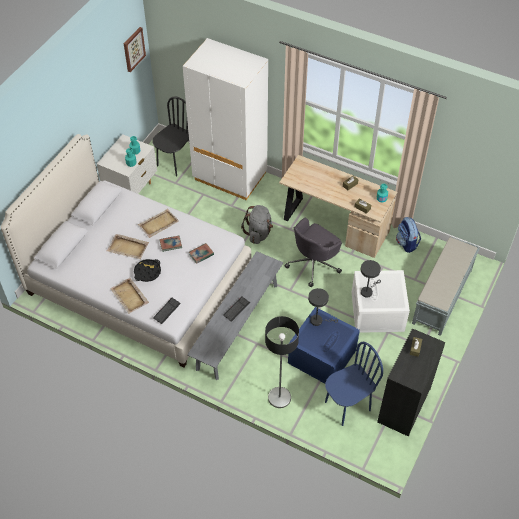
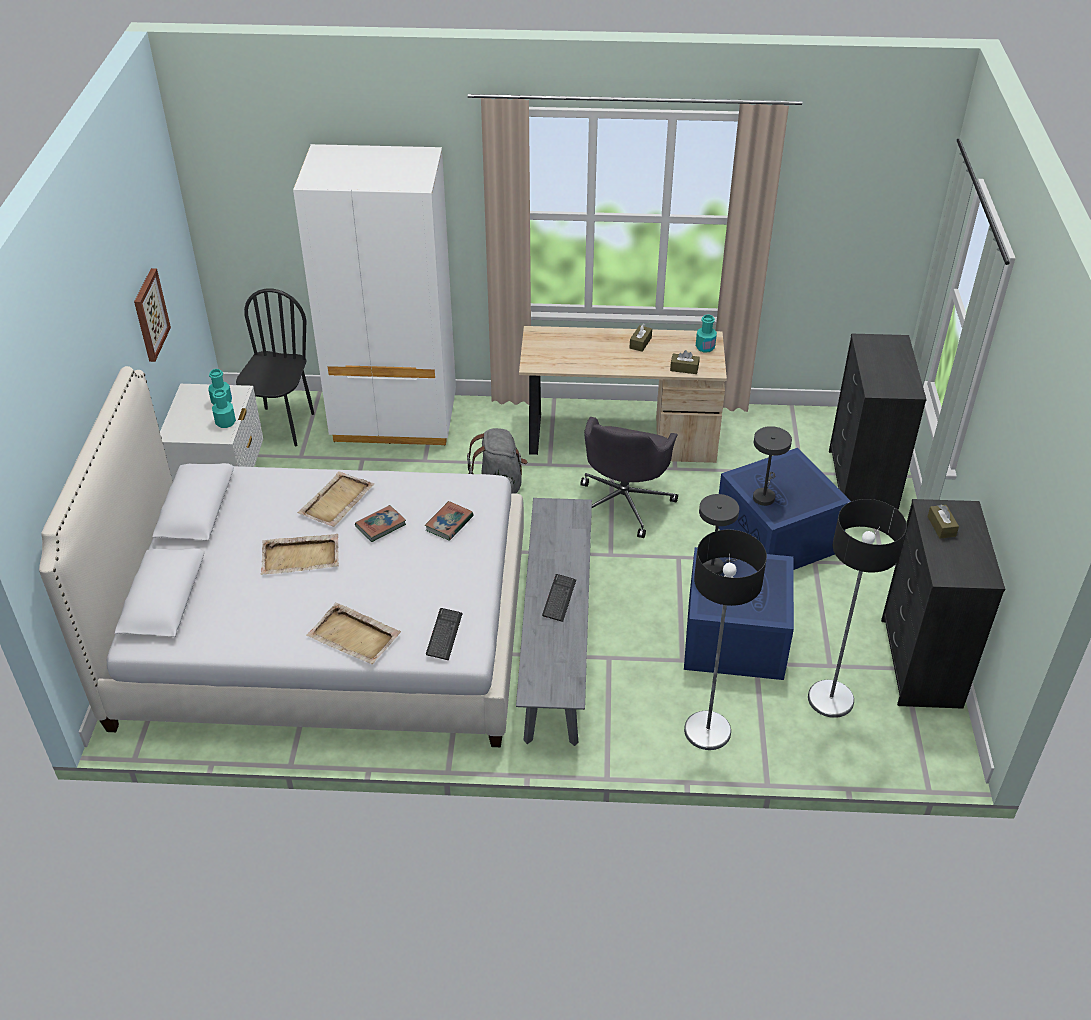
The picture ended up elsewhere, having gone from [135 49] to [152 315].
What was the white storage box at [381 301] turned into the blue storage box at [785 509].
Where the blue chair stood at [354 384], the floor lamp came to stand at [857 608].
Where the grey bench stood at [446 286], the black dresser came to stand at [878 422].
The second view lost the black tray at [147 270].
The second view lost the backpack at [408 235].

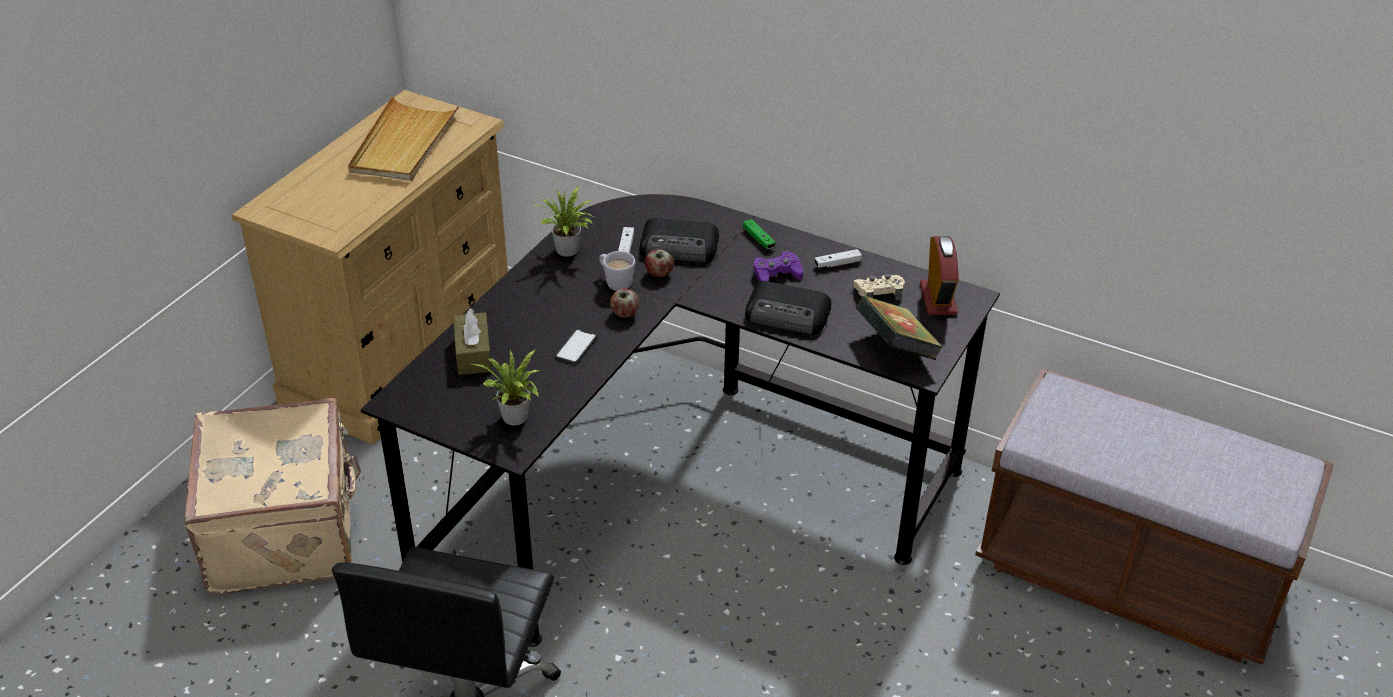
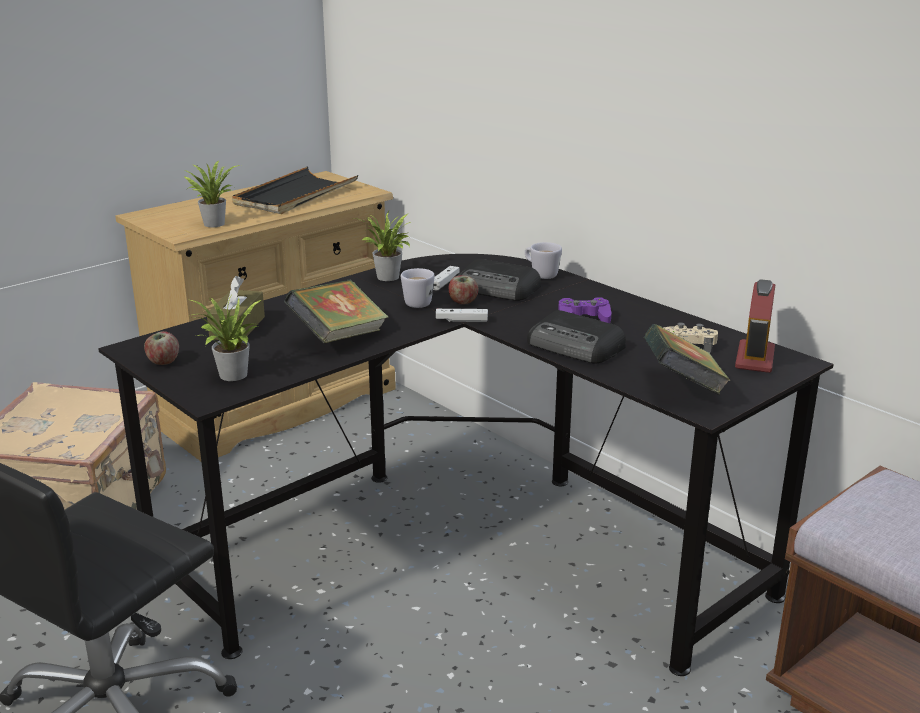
The apple ended up elsewhere, having gone from [624 303] to [161 348].
The second view gained the potted plant at [212 194].
What was the beige tray at [404 138] turned into the black tray at [295 190].
Where the phone stood at [576 346], the book came to stand at [336 311].
The white game controller ended up elsewhere, having gone from [838 258] to [462 315].
The second view gained the white mug at [543 260].
The second view lost the green game controller at [759 234].

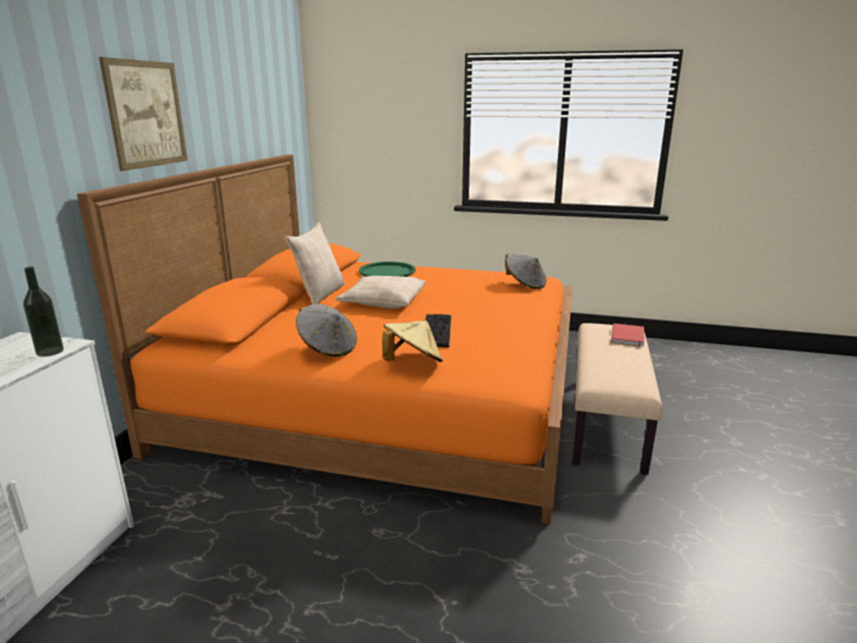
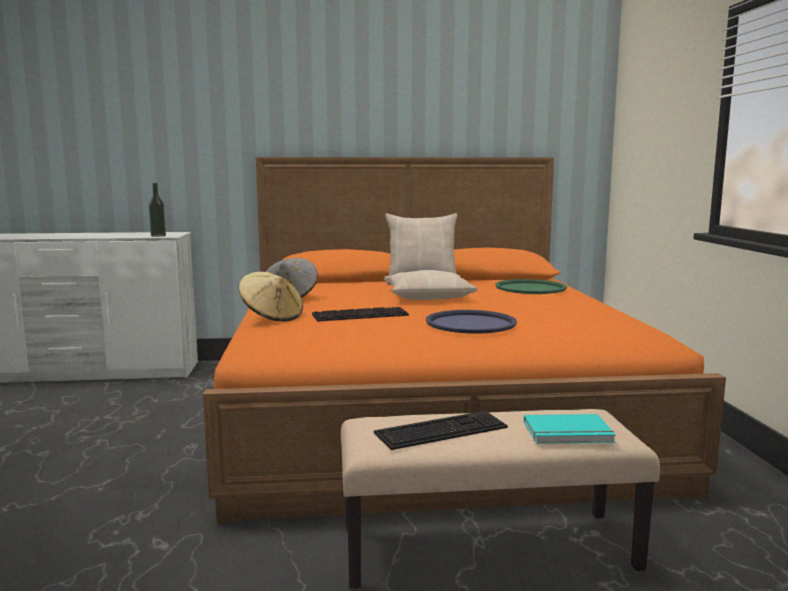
The second view gained the keyboard at [441 430].
The second view gained the blue tray at [471 321].
What was the red book at [628 335] turned into the turquoise book at [570 429].
The second view lost the picture at [143 114].
The second view lost the grey hat at [526 270].

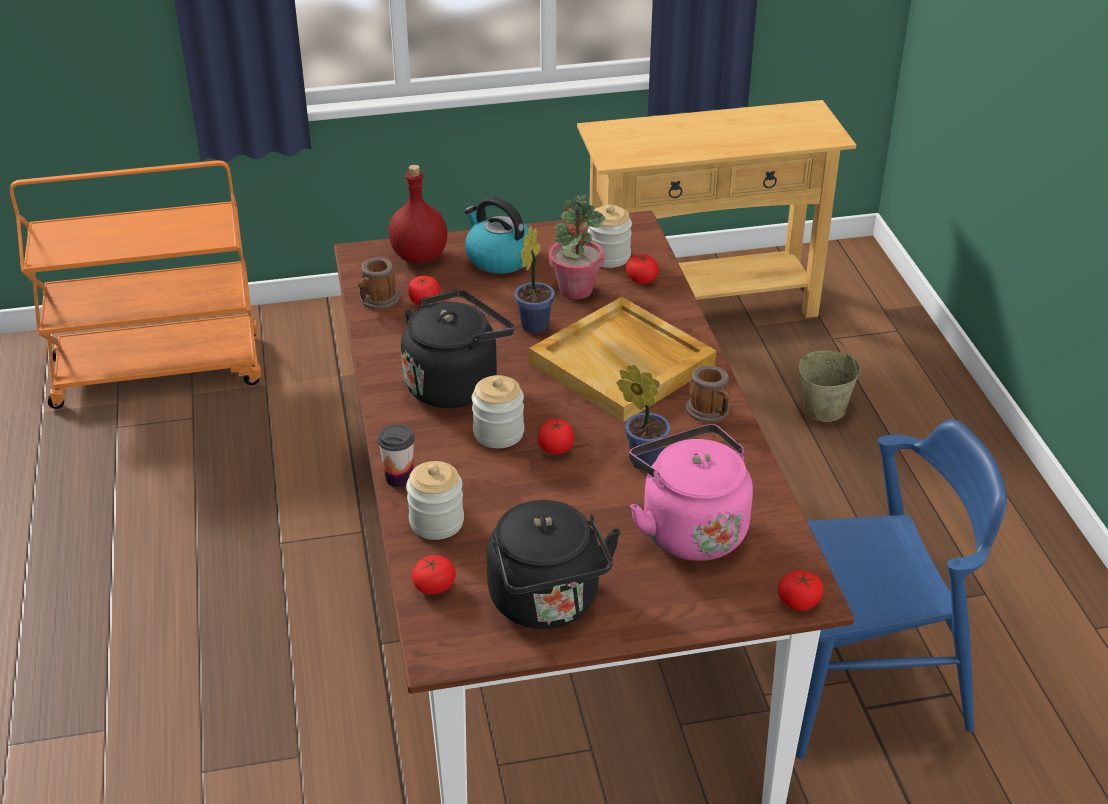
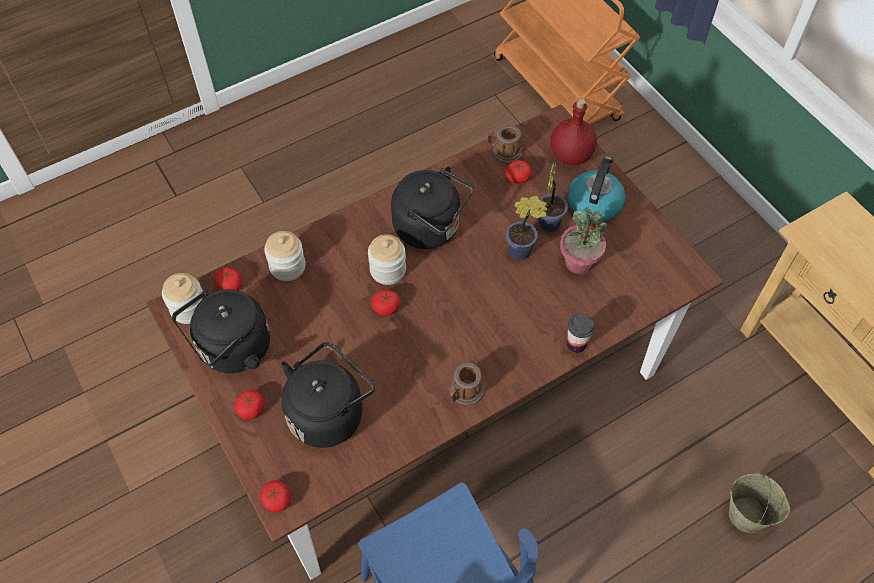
The jar ended up elsewhere, having gone from [610 236] to [182 298].
The tomato ended up elsewhere, having gone from [642 269] to [249 404].
What was the pink kettle at [691 492] turned into the black kettle at [328 395].
The potted plant ended up elsewhere, having gone from [643 417] to [553 197].
The cup ended up elsewhere, having gone from [396 455] to [581 333].
The second view lost the beige tray at [623 360].

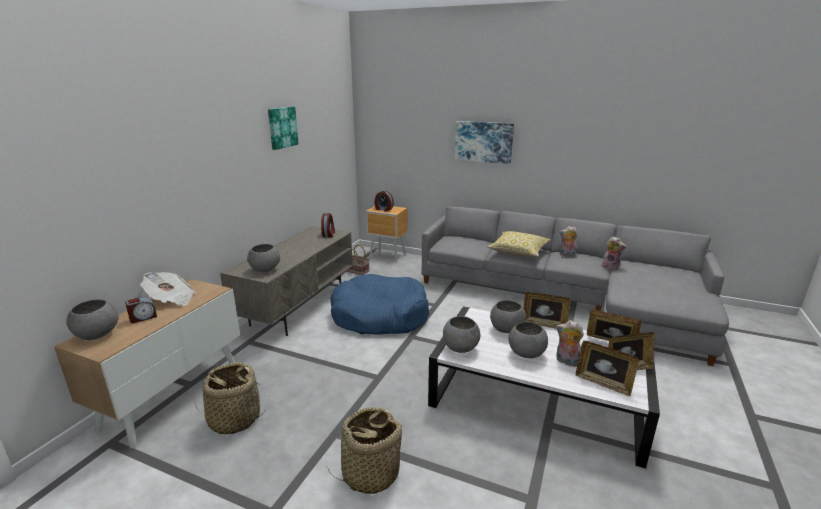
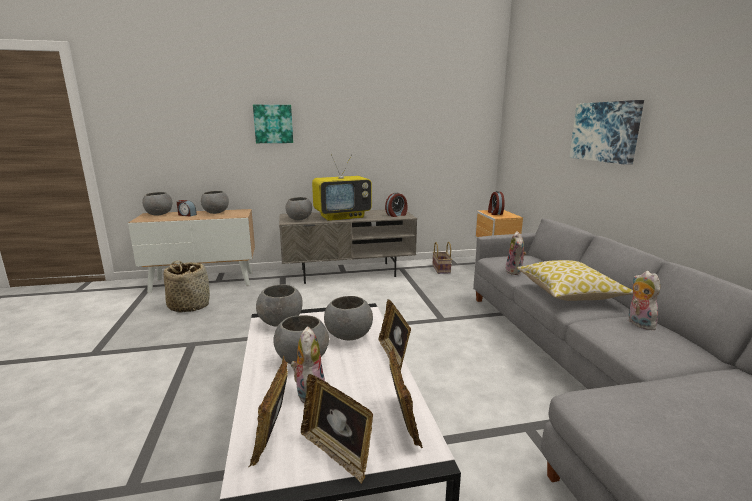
Where the newspaper stood at [167 289], the grey bowl came to stand at [215 202].
The picture ended up elsewhere, having gone from [283 128] to [273 124].
The second view gained the television at [342 187].
The plush toy ended up elsewhere, having gone from [614 253] to [516 253].
The second view lost the basket at [365 450].
The second view lost the blue dog bed at [379 304].

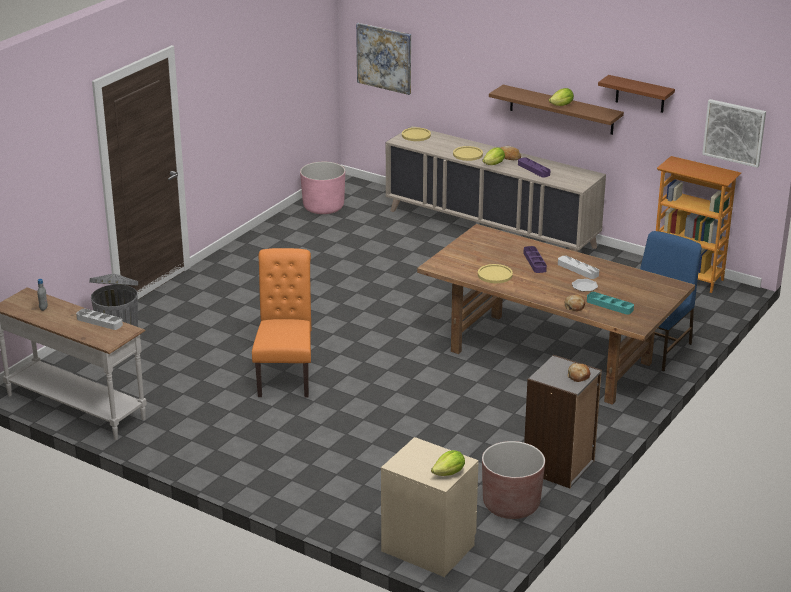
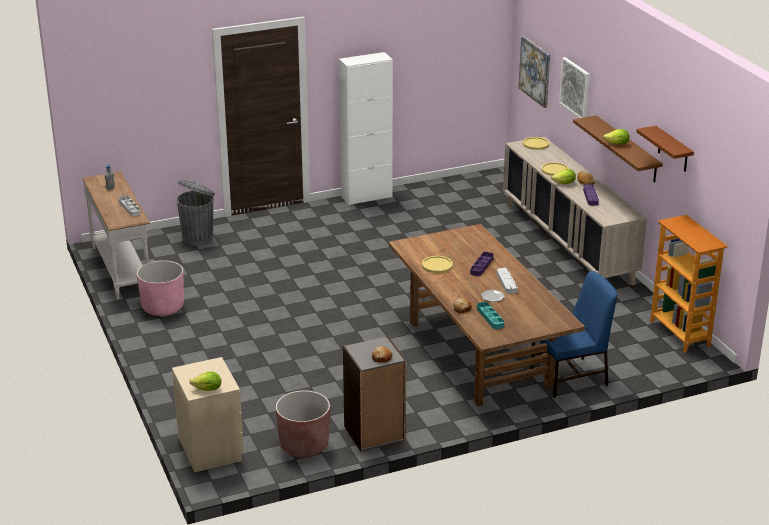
The pink planter ended up elsewhere, having gone from [322 188] to [160 288].
The second view gained the white cabinet at [366 128].
The picture ended up elsewhere, having gone from [734 133] to [574 87].
The second view lost the orange chair at [281 323].

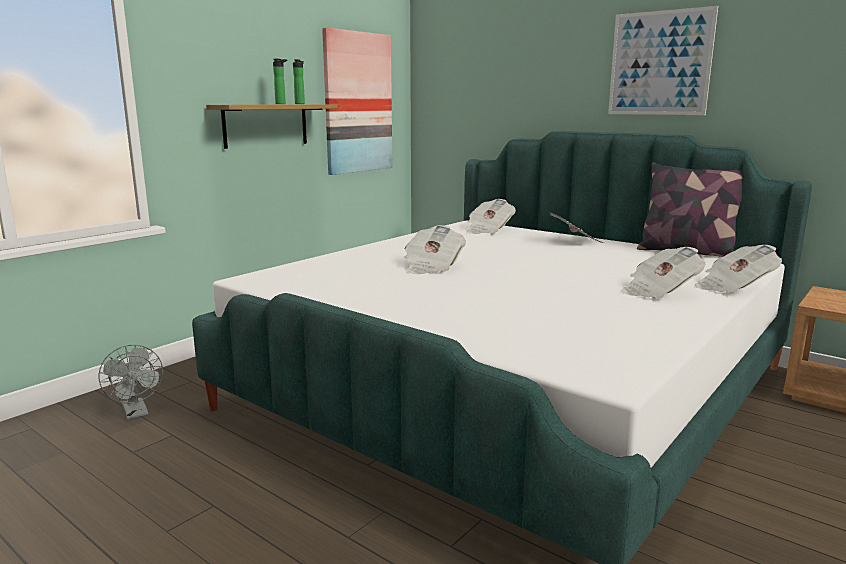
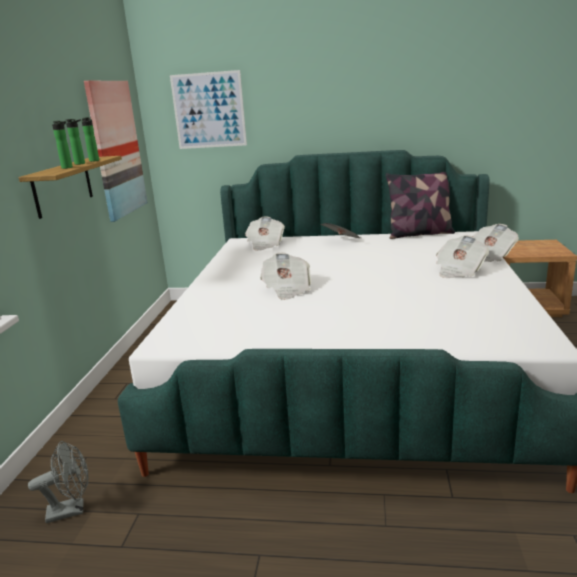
The grey fan at [130 382] ended up facing another way, 45 degrees counterclockwise from before.
The second view gained the bottle at [62 145].
The picture ended up elsewhere, having gone from [663 60] to [208 109].

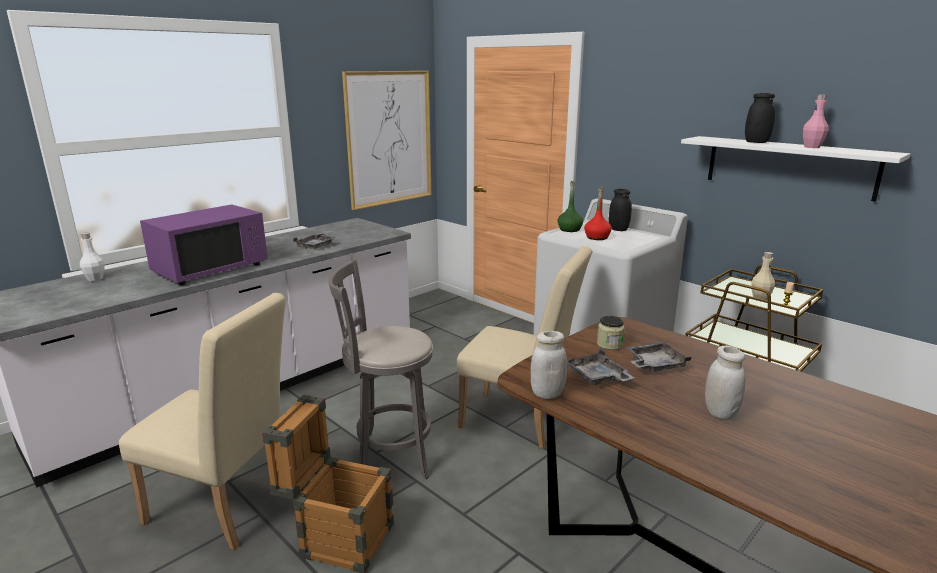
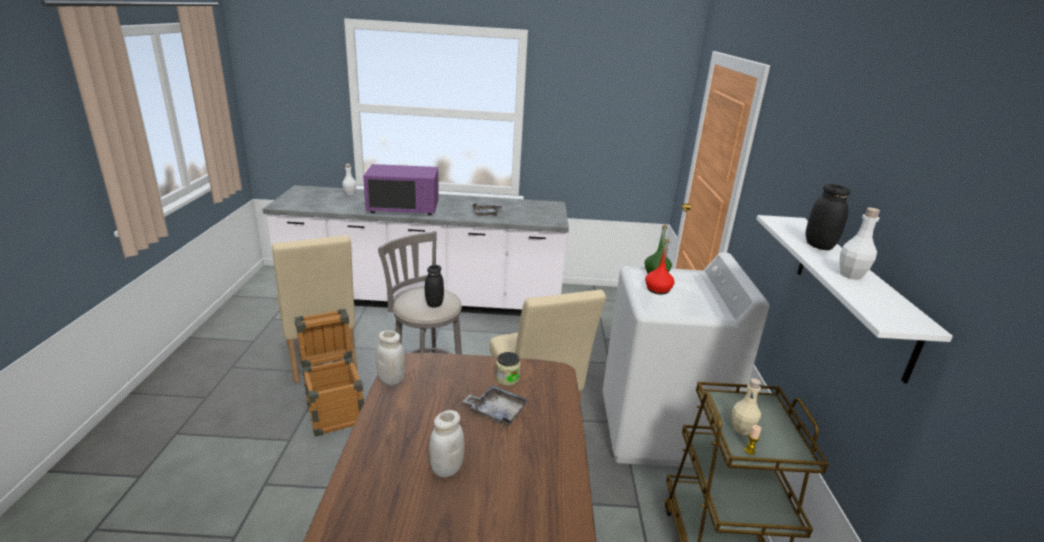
The black jar ended up elsewhere, having gone from [620 210] to [434 286].
What was the pink bottle at [816 121] turned into the white bottle at [859 244].
The second view lost the picture at [386 140].
The second view lost the grey tray at [600 367].

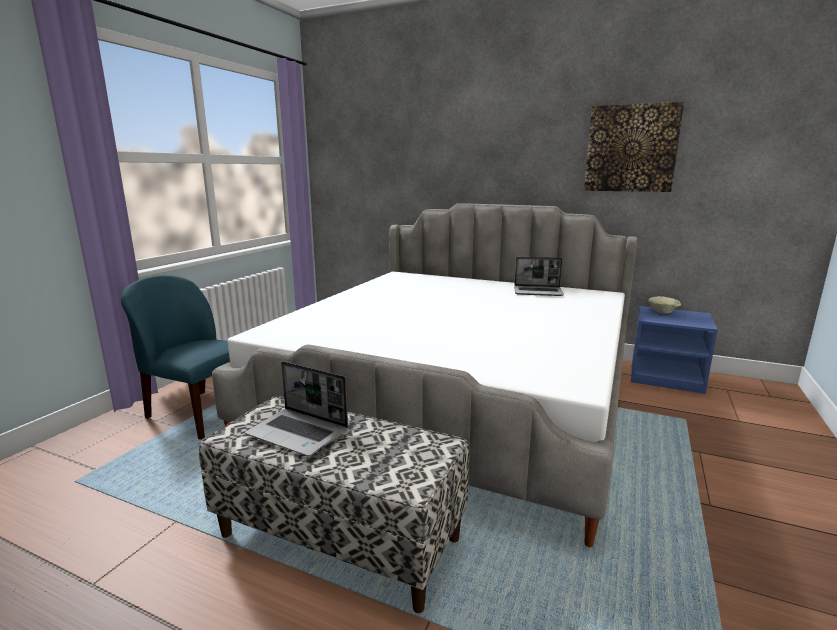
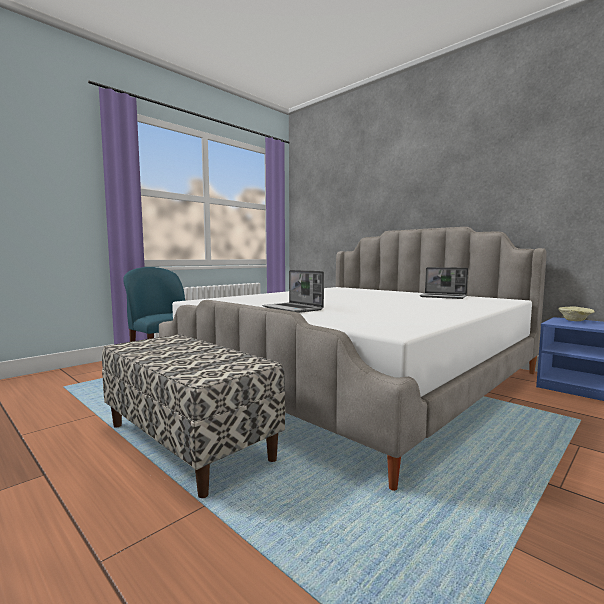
The laptop ended up elsewhere, having gone from [296 408] to [293 291].
The second view lost the picture at [634 147].

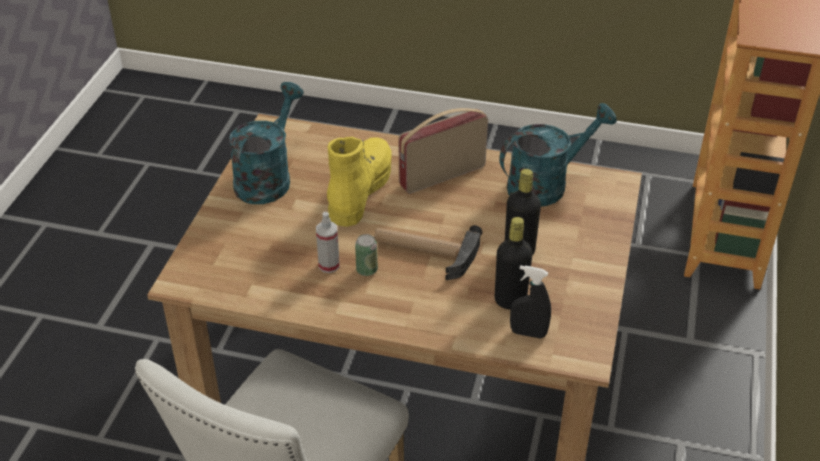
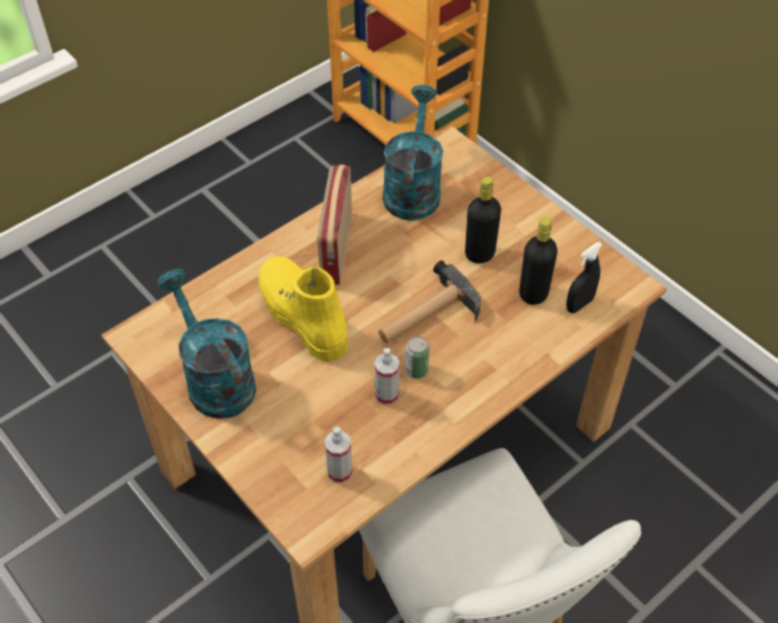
The second view gained the spray bottle at [339 454].

